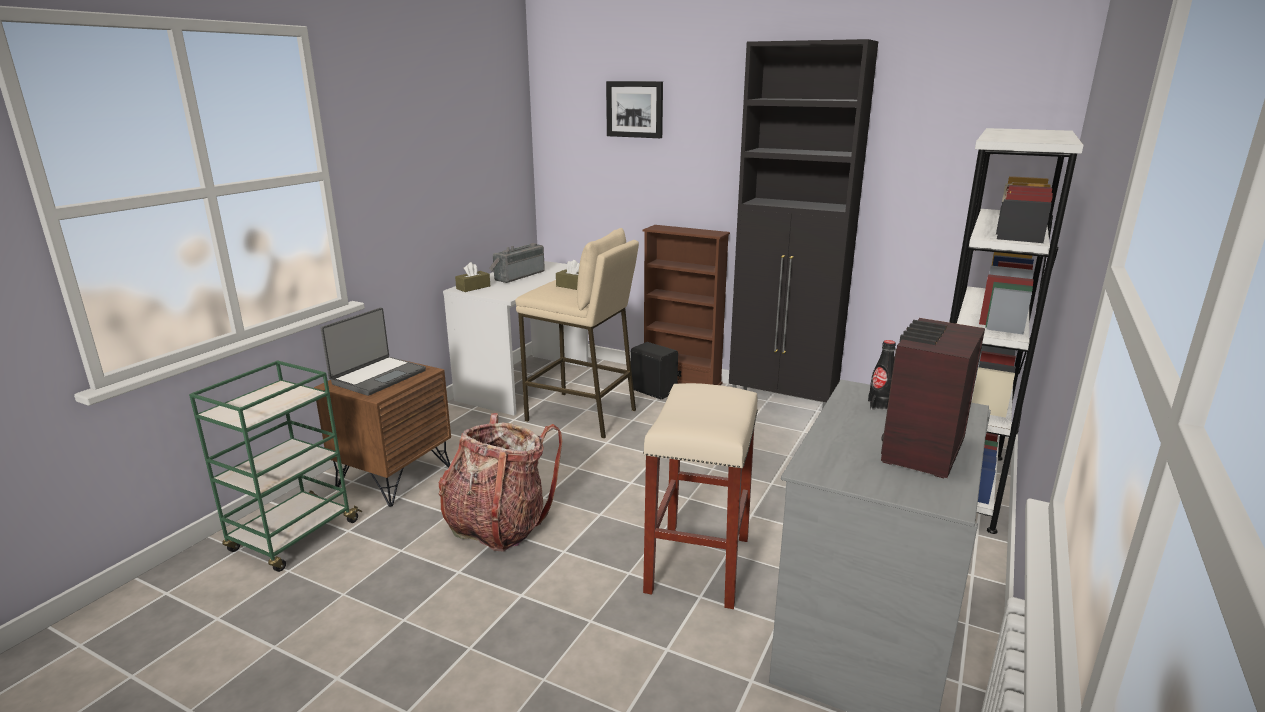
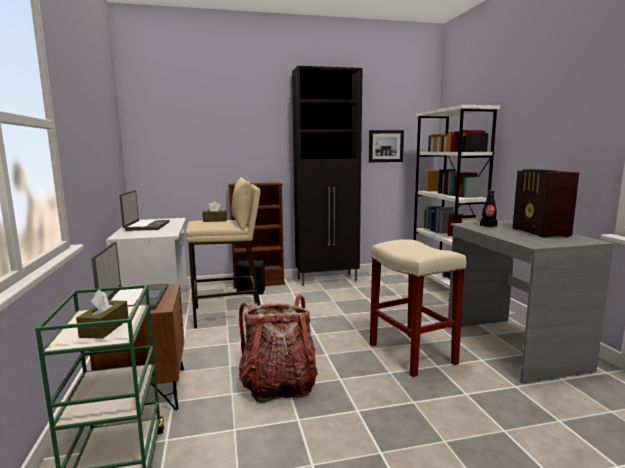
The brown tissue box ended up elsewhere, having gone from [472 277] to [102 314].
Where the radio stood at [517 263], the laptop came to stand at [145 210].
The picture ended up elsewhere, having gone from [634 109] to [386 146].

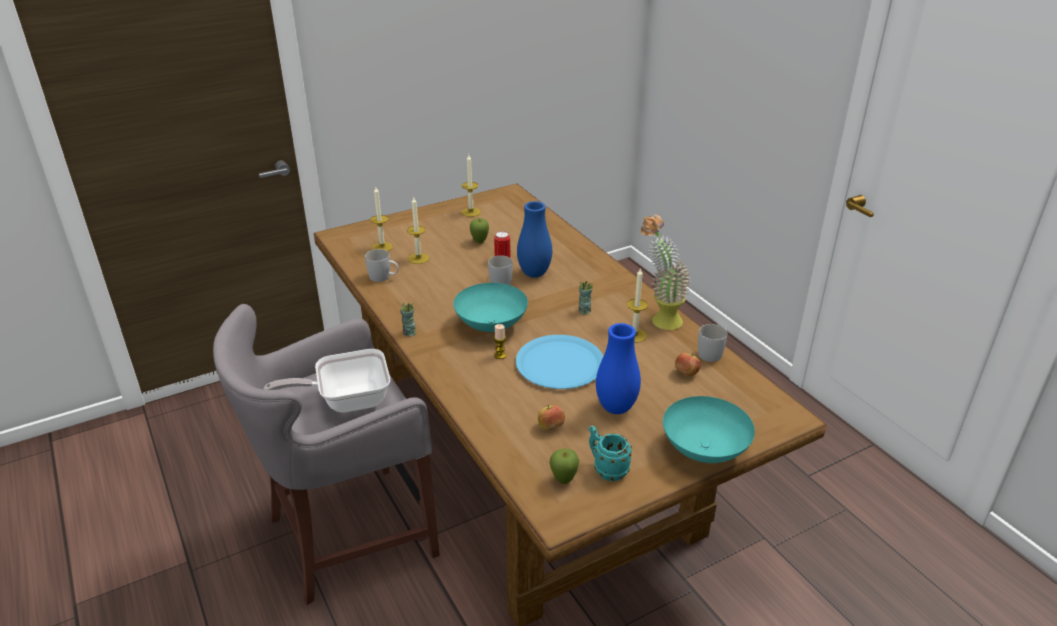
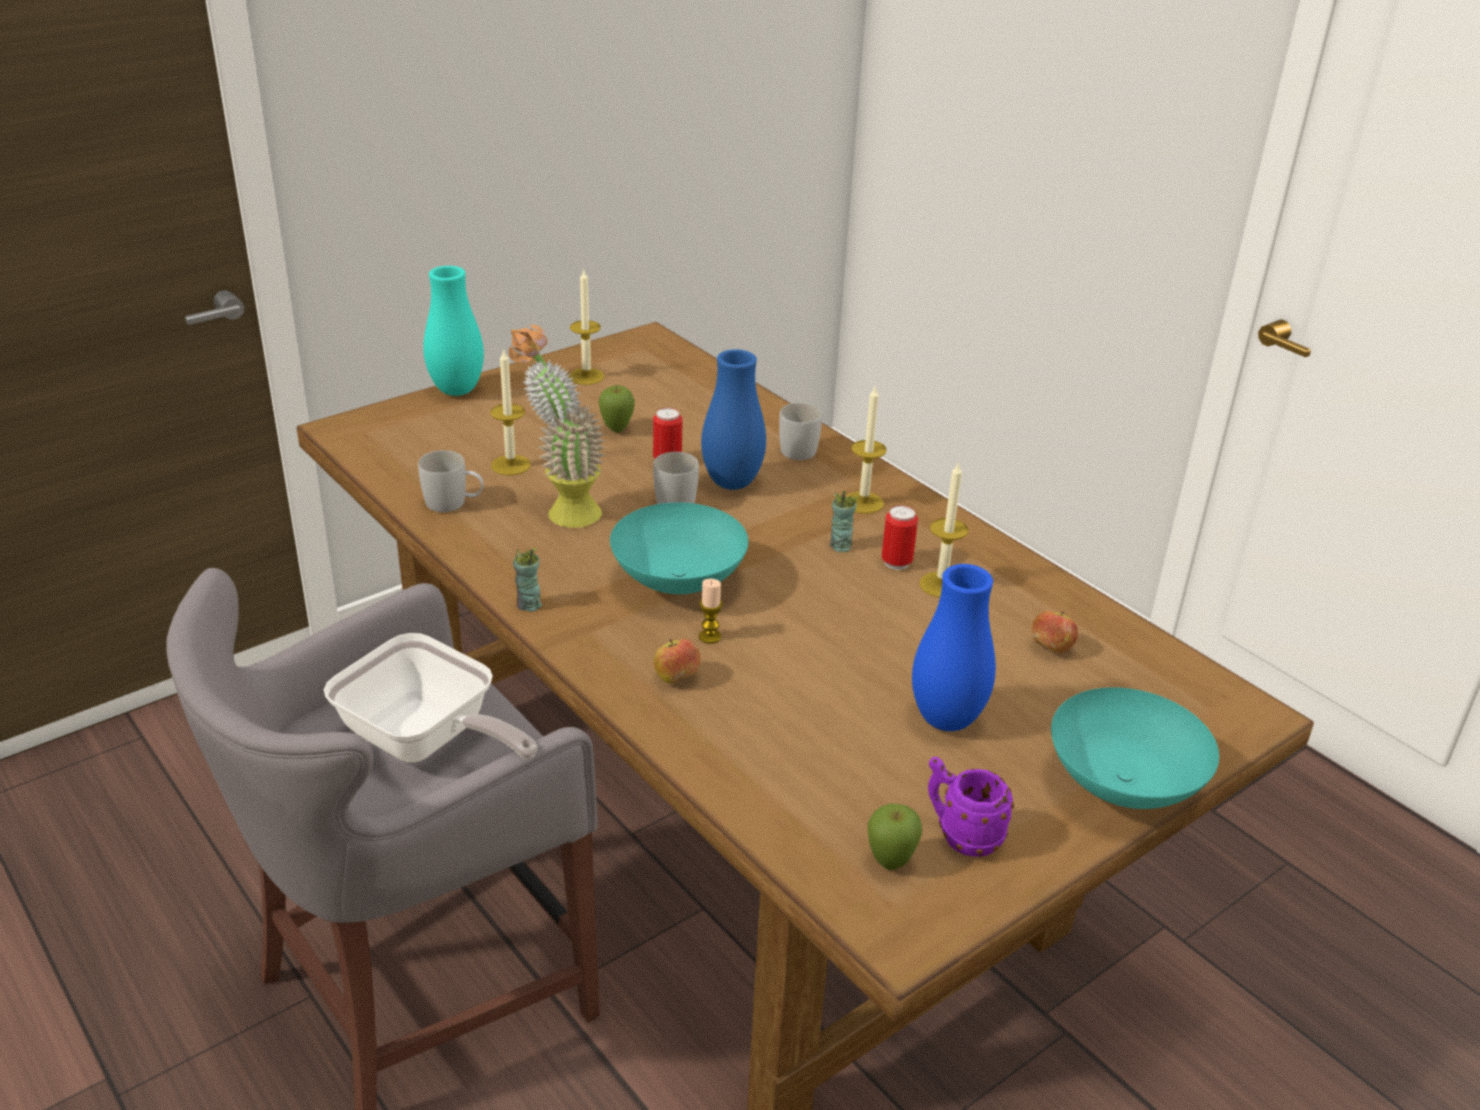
The frying pan at [327 381] ended up facing another way, 120 degrees counterclockwise from before.
The second view gained the turquoise vase at [453 331].
The potted plant ended up elsewhere, having gone from [665 272] to [557 426].
The apple ended up elsewhere, having gone from [551 417] to [677 661].
The white mug ended up elsewhere, having gone from [712 343] to [801 431].
The candle ended up elsewhere, having gone from [381 219] to [866 449].
The second view gained the can at [899 537].
What was the turquoise mug at [610 453] turned into the purple mug at [971 807].
The second view lost the blue plate at [559 362].

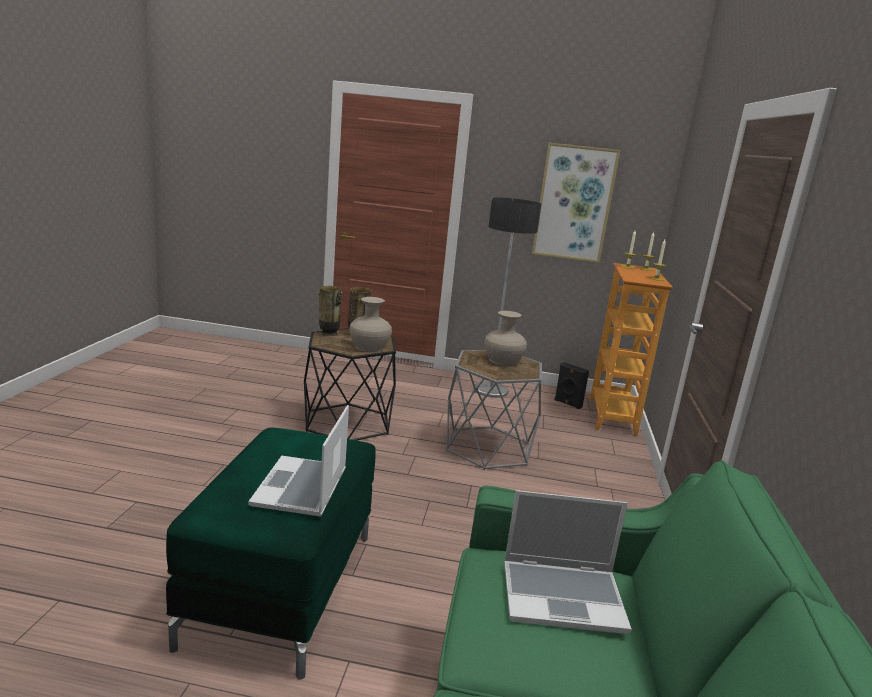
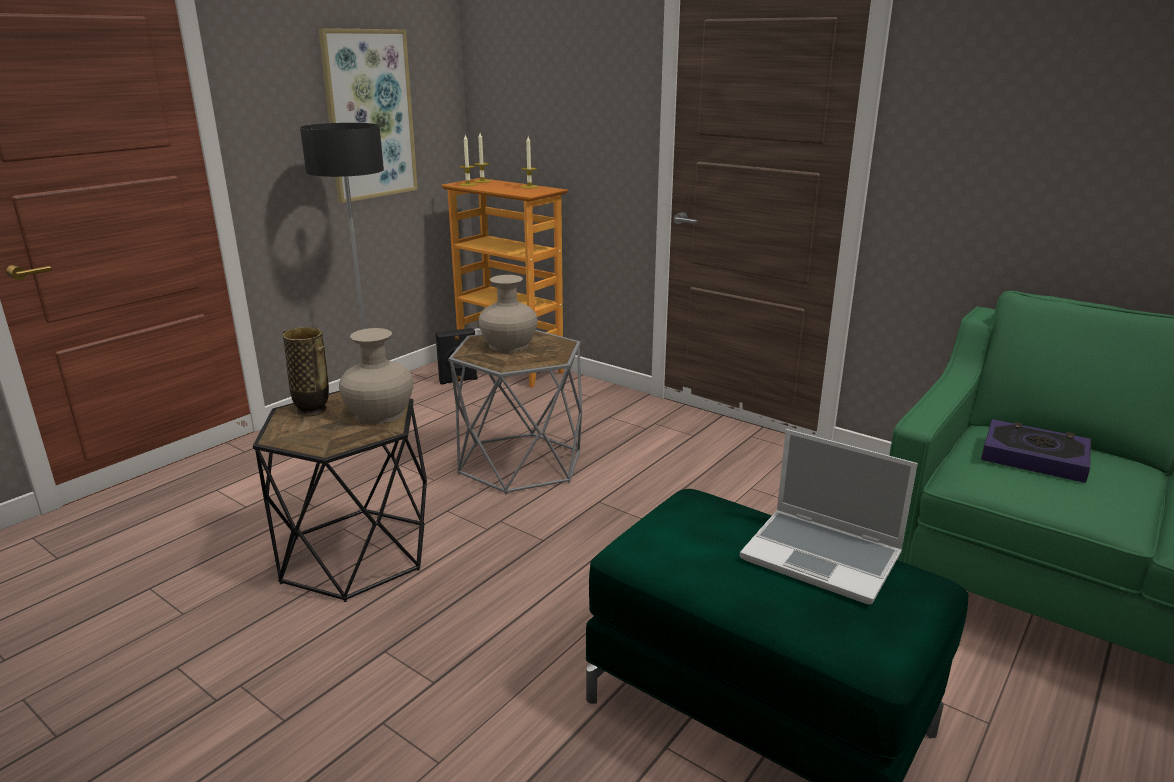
Where the laptop stood at [567 562], the book came to stand at [1036 451].
The second view lost the vase at [331 311].

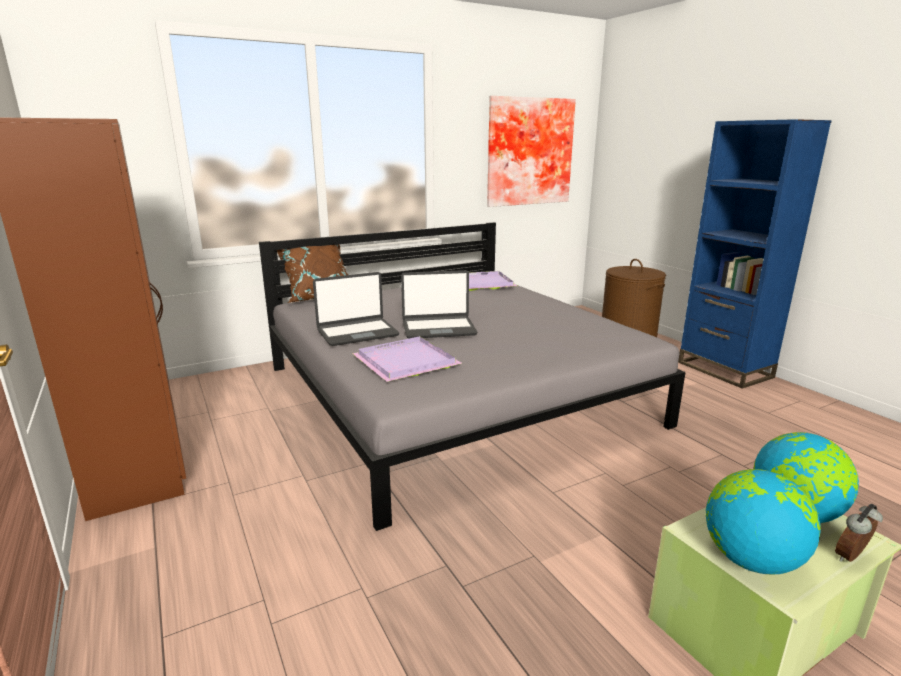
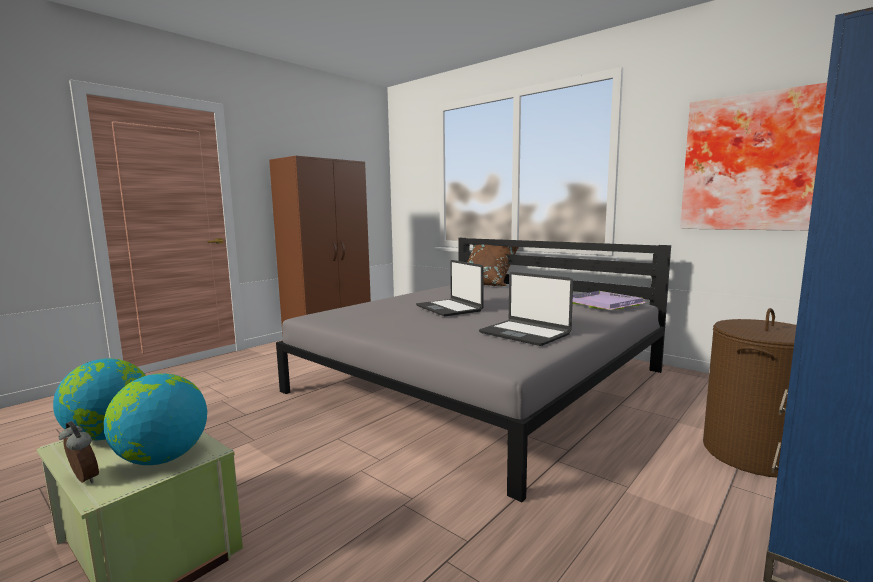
The laptop ended up elsewhere, having gone from [356 309] to [526 309].
The second view lost the purple tray at [407 359].

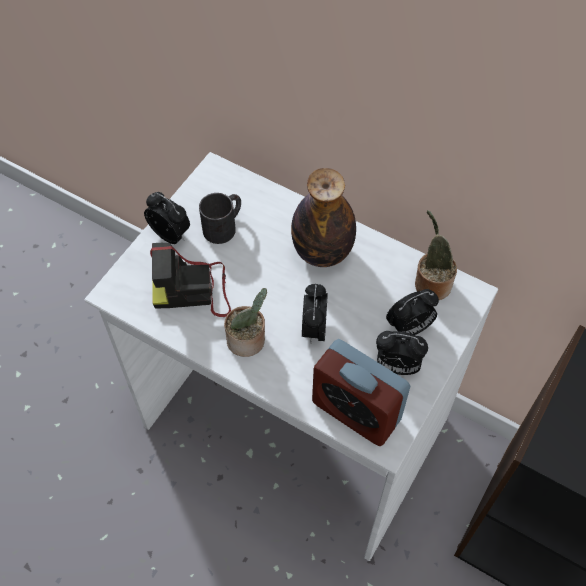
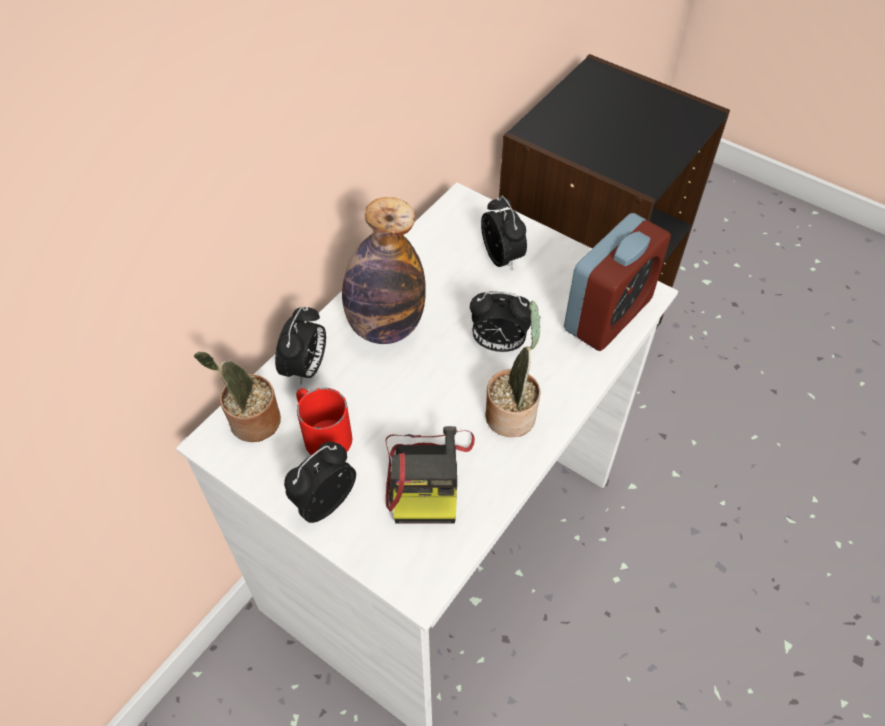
The potted plant ended up elsewhere, having gone from [436 255] to [237 397].
The alarm clock ended up elsewhere, having gone from [402 353] to [300 346].
What was the black mug at [220 218] turned into the red mug at [324 421].

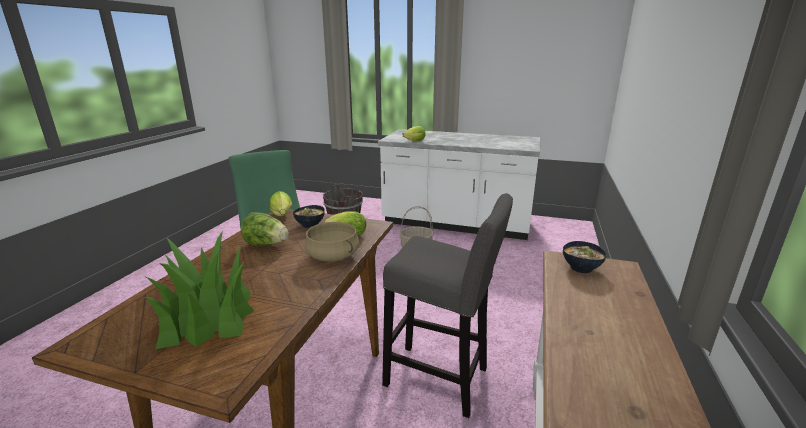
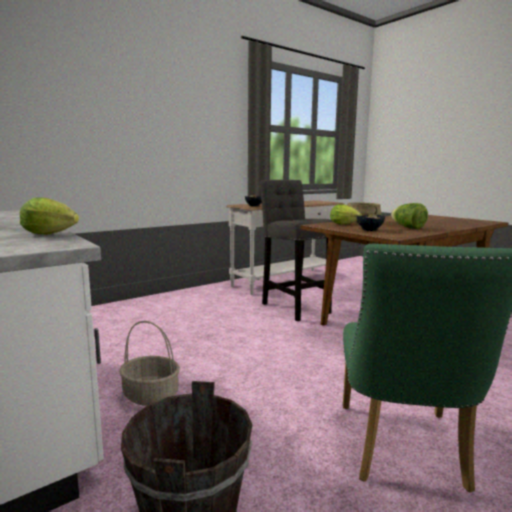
The second view lost the potted plant at [199 290].
The second view lost the lettuce at [281 203].

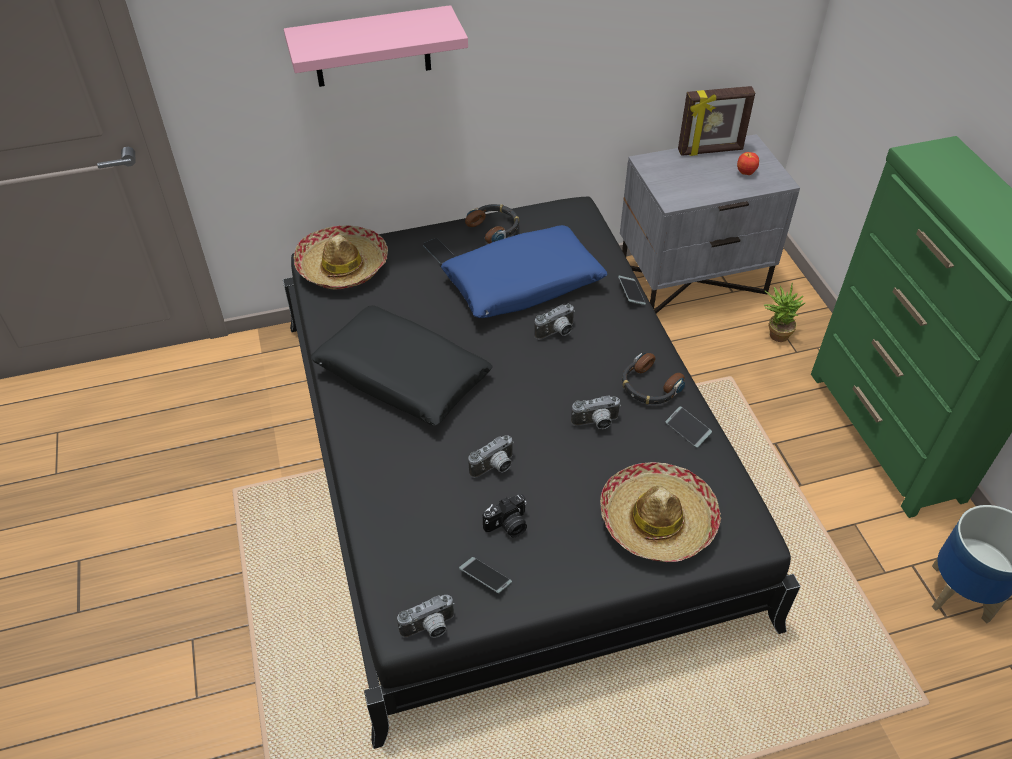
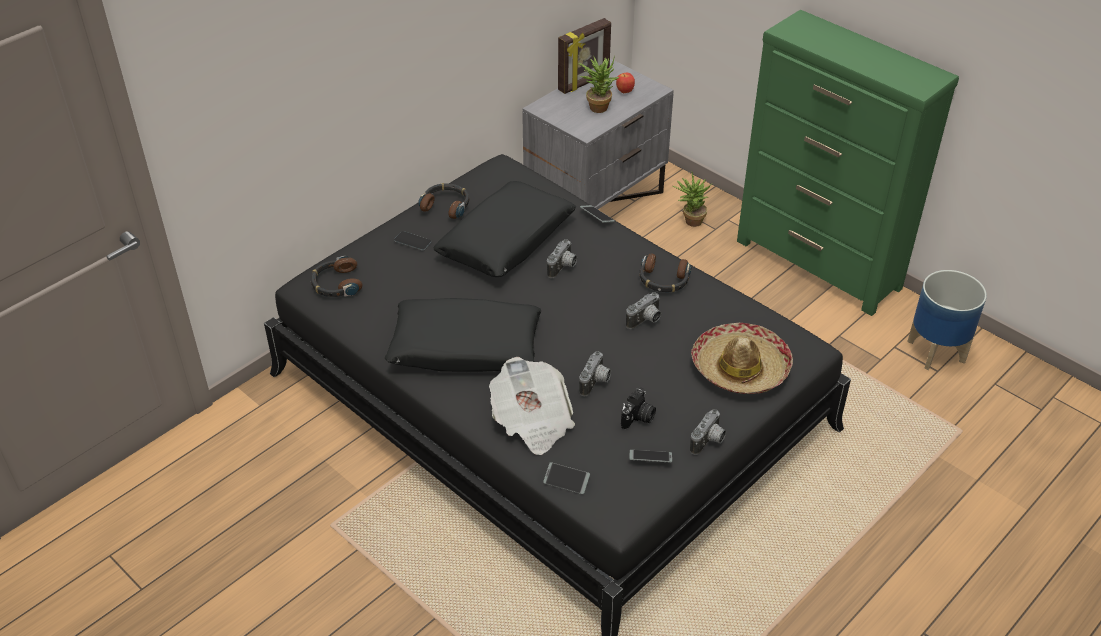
Where the hat stood at [341 257], the headphones came to stand at [336 276].
What was the blue pillow at [524 271] turned into the black pillow at [504 229].
The second view gained the newspaper at [532 406].
The phone ended up elsewhere, having gone from [689 427] to [566 478].
The second view gained the potted plant at [598 84].
The photo camera ended up elsewhere, having gone from [426 616] to [708 432].
The second view lost the pink shelf at [376 46].

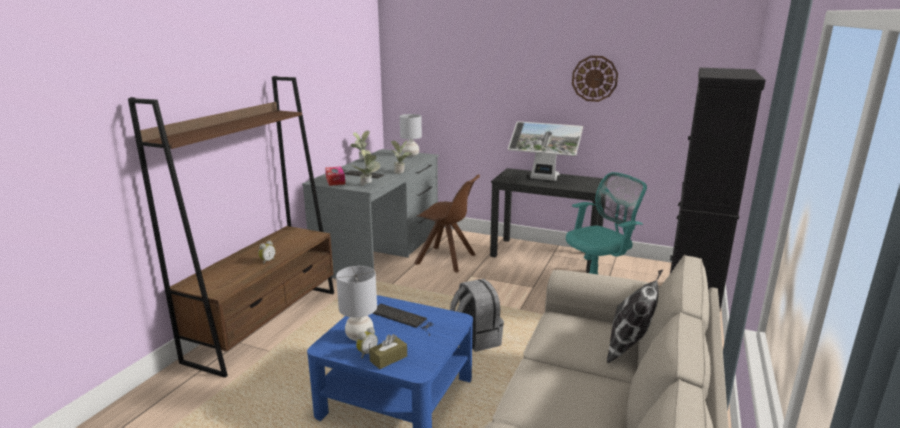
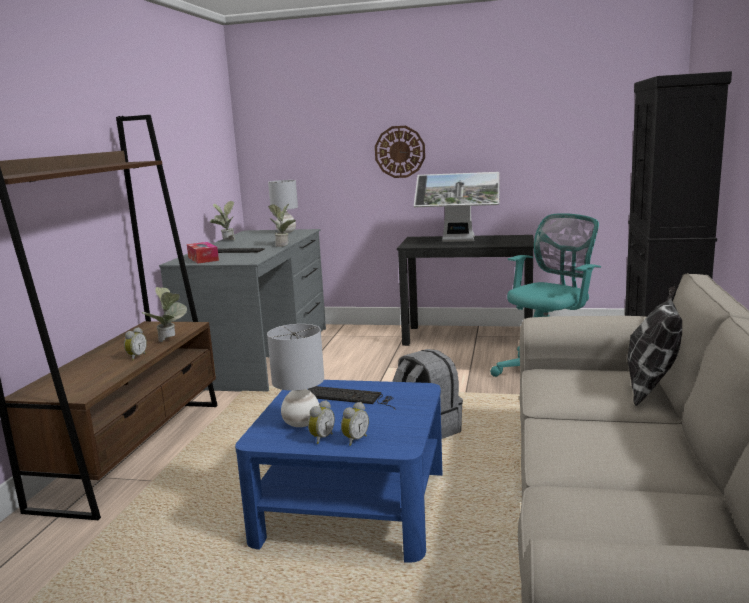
The potted plant ended up elsewhere, having gone from [366 167] to [164 314].
Where the brown tissue box stood at [388 351], the alarm clock came to stand at [355 424].
The wall clock ended up elsewhere, having gone from [595 79] to [400 152].
The second view lost the brown chair at [447 223].

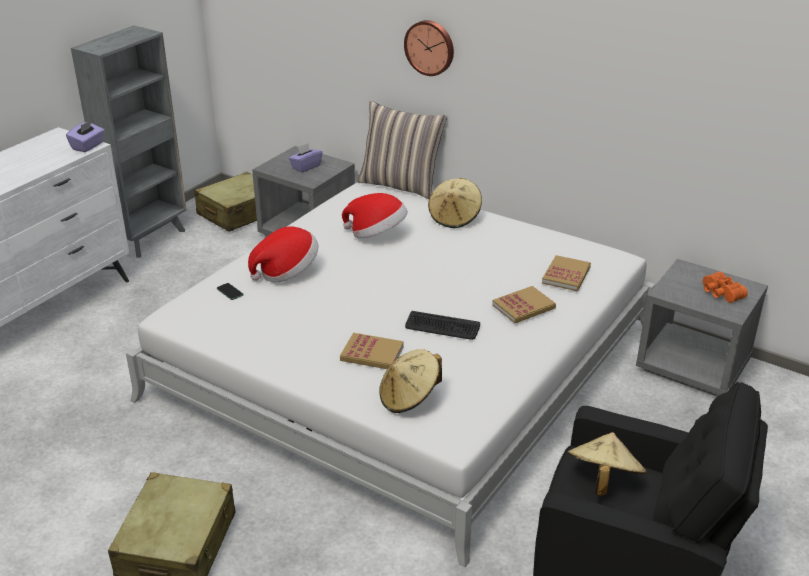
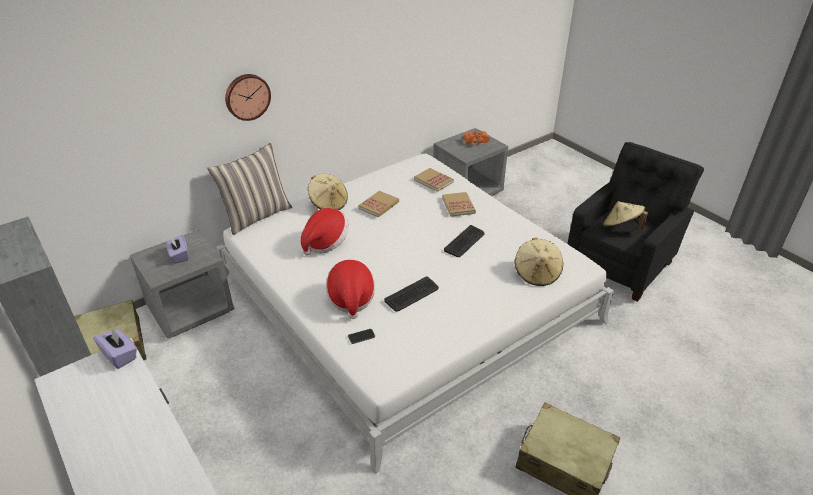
The book ended up elsewhere, having gone from [372 351] to [378 204].
The second view gained the keyboard at [411 294].

